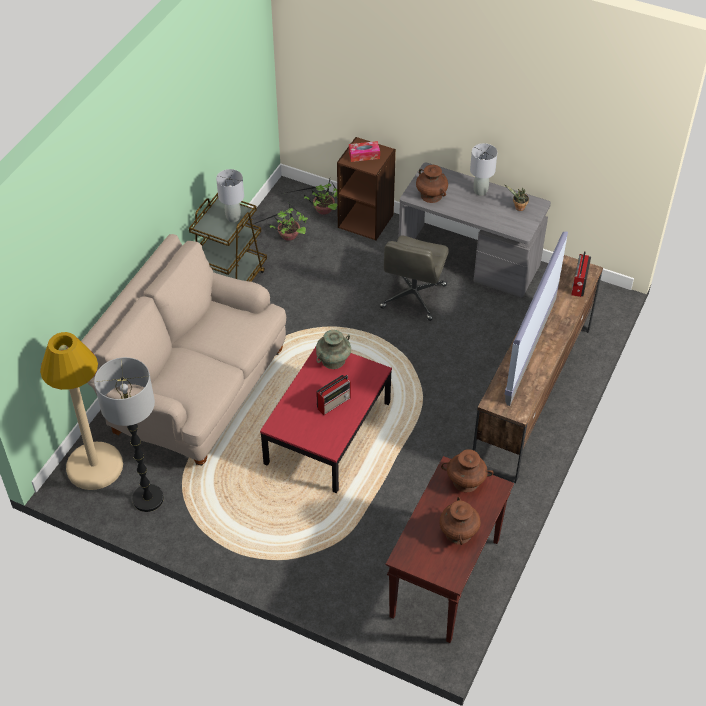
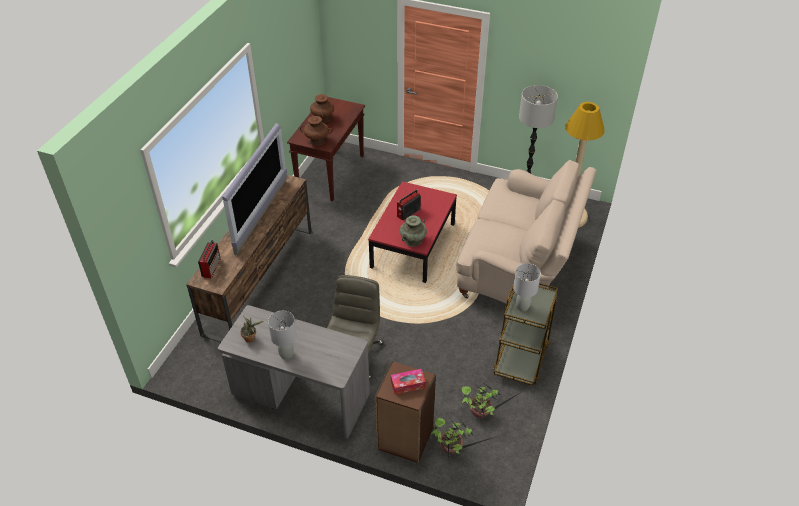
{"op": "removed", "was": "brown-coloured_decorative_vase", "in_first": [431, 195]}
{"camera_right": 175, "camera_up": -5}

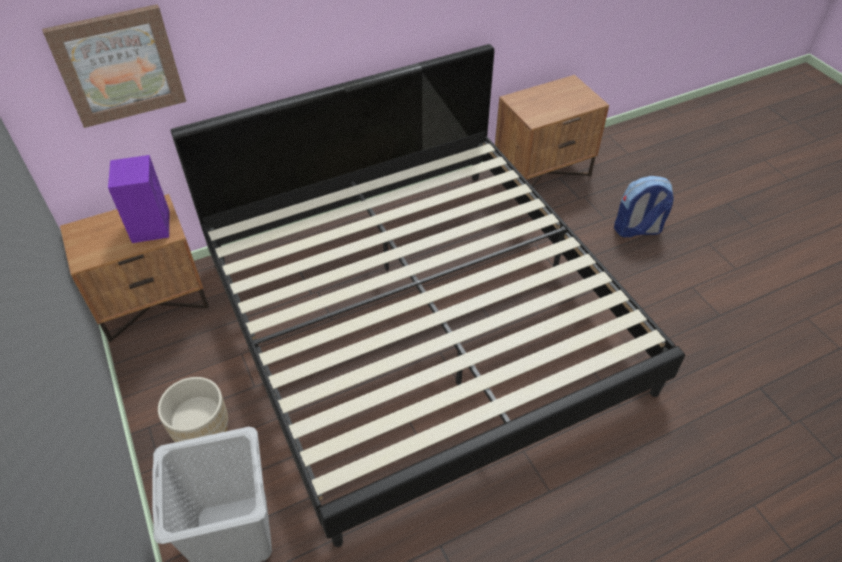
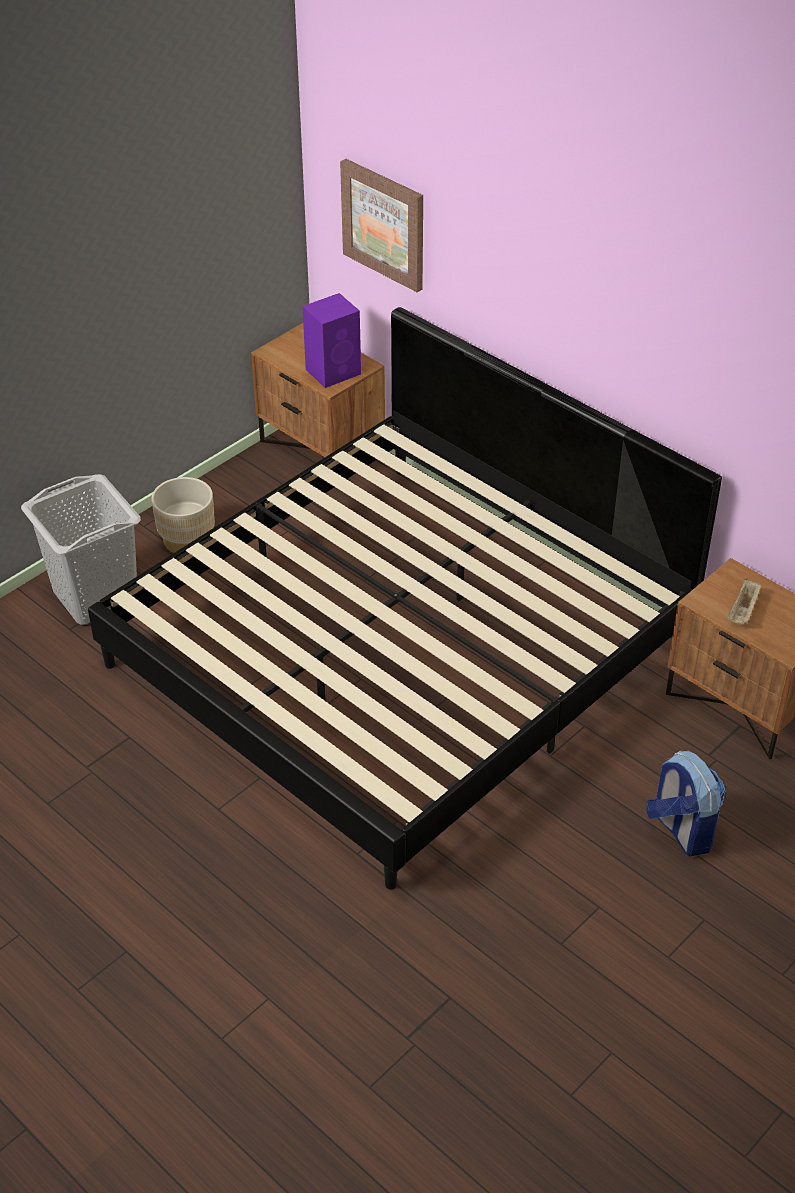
{"op": "added", "now": "sand-coloured_serving_tray", "in_second": [743, 611]}
{"camera_right": 70, "camera_up": -5}

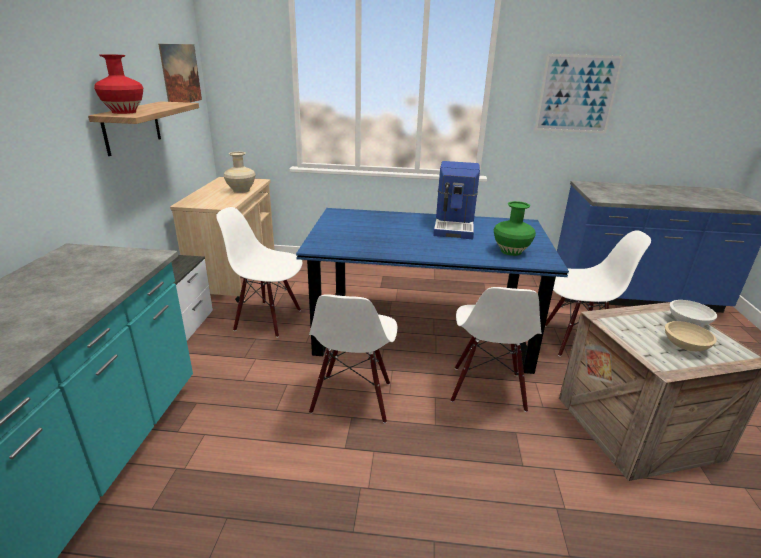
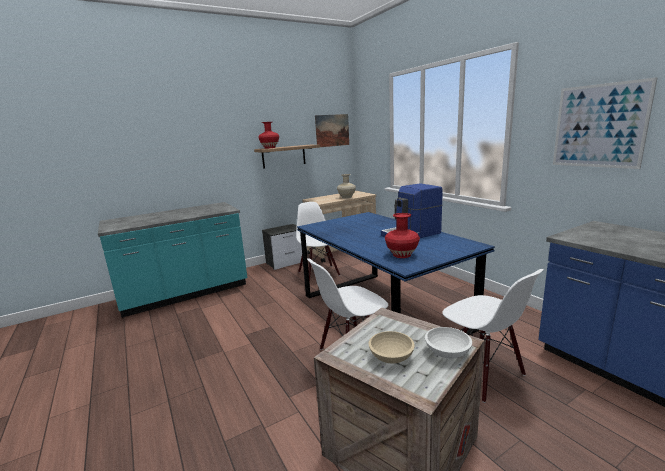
{"op": "removed", "was": "white_upright_chair", "in_first": [352, 398]}
{"op": "recoloured", "was": "green-coloured_decorative_vase", "now": "red_decorative_vase", "in_first": [510, 251], "in_second": [401, 255]}
{"camera_right": 55, "camera_up": -10}

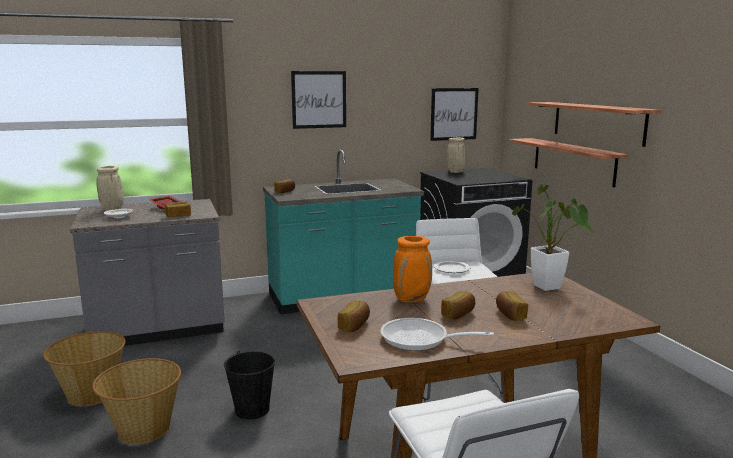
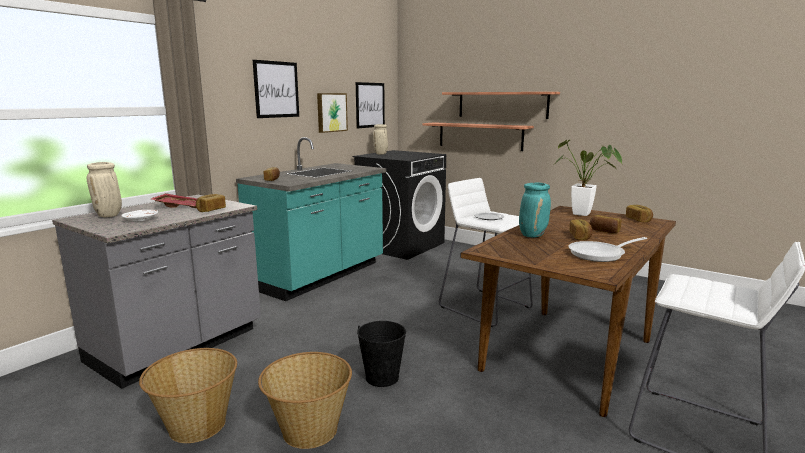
{"op": "added", "now": "wall_picture", "in_second": [331, 112]}
{"op": "moved", "was": "bread", "in_first": [355, 325], "in_second": [639, 220]}
{"op": "recoloured", "was": "orange-coloured_decorative_vase", "now": "blue-green_decorative_vase", "in_first": [412, 299], "in_second": [532, 235]}
{"camera_right": -35, "camera_up": 0}

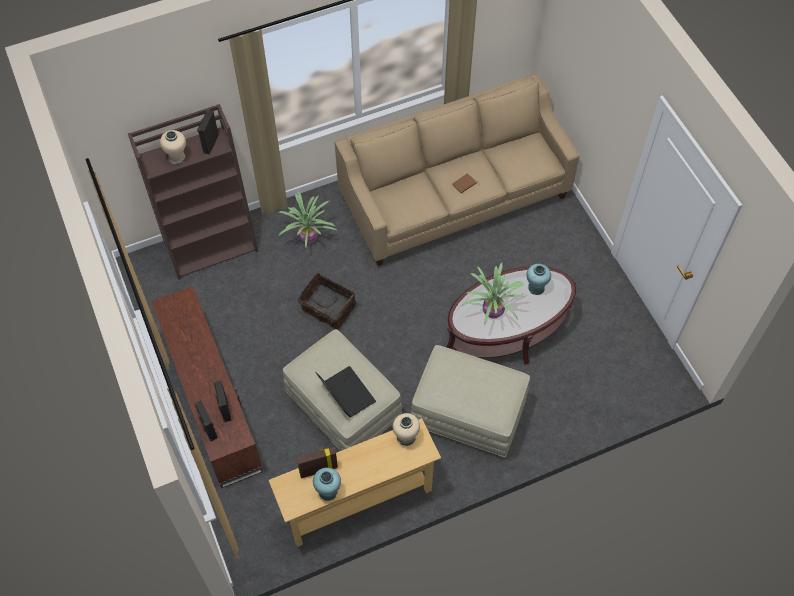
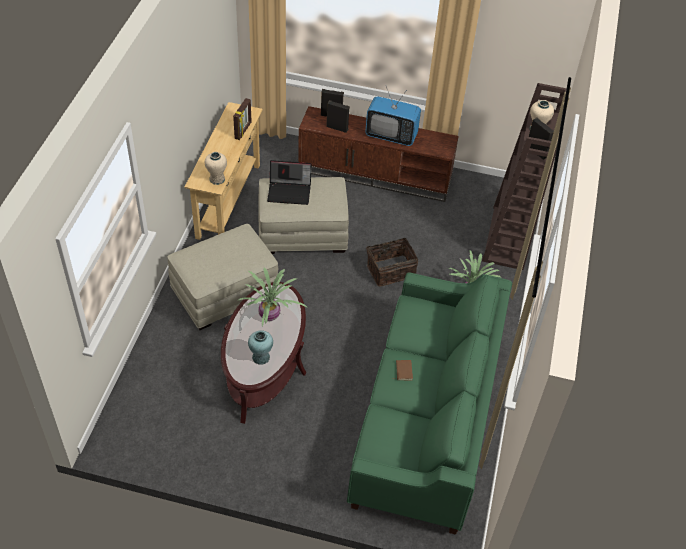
{"op": "removed", "was": "blue-green_decorative_vase", "in_first": [328, 491]}
{"op": "added", "now": "television", "in_second": [391, 135]}
{"op": "recoloured", "was": "sand-coloured_settee", "now": "green-coloured_settee", "in_first": [455, 197], "in_second": [426, 420]}
{"camera_right": 125, "camera_up": -10}

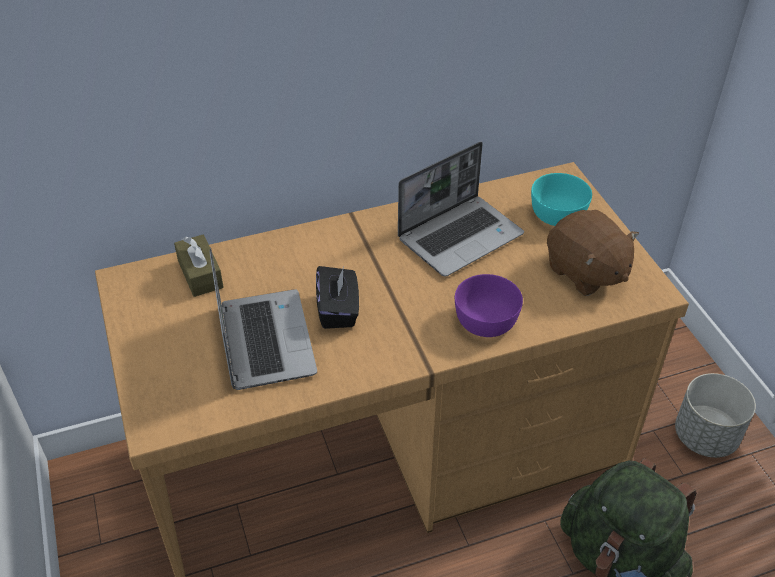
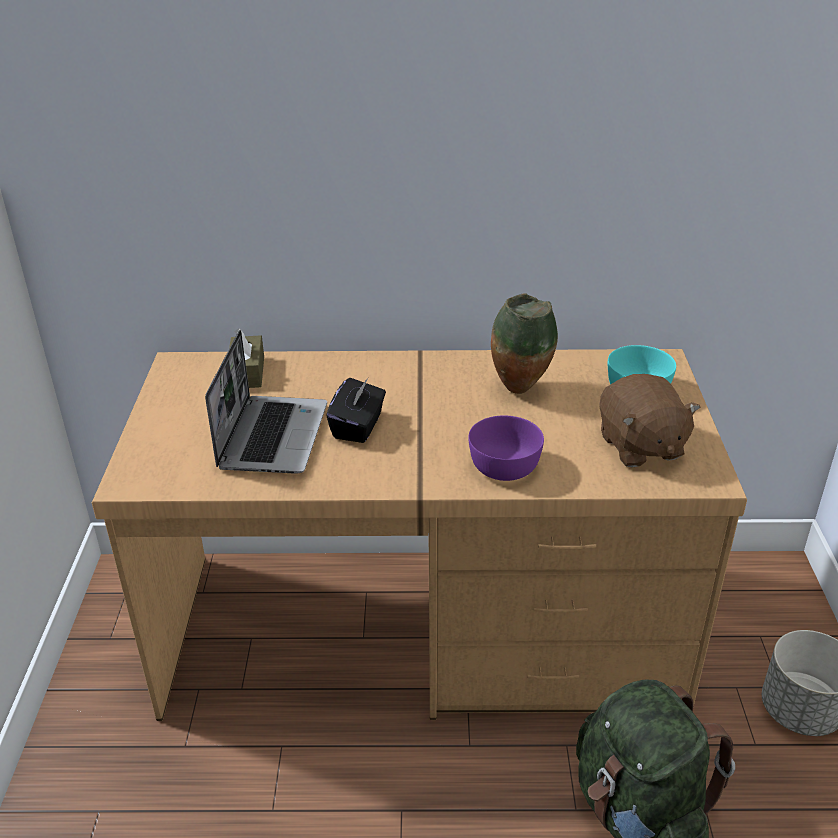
{"op": "replaced", "was": "laptop", "now": "decorative_vase", "in_first": [460, 236], "in_second": [520, 389]}
{"camera_right": 20, "camera_up": -10}

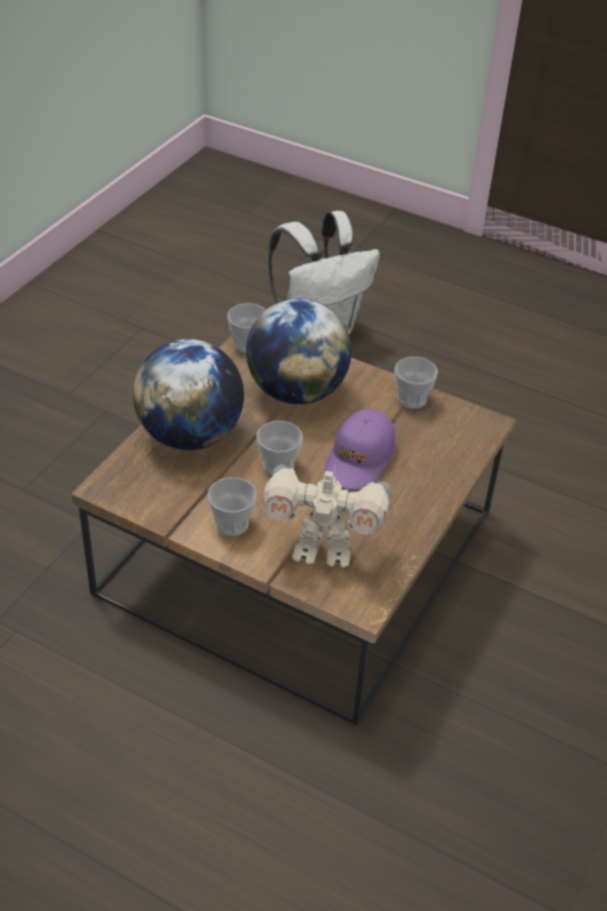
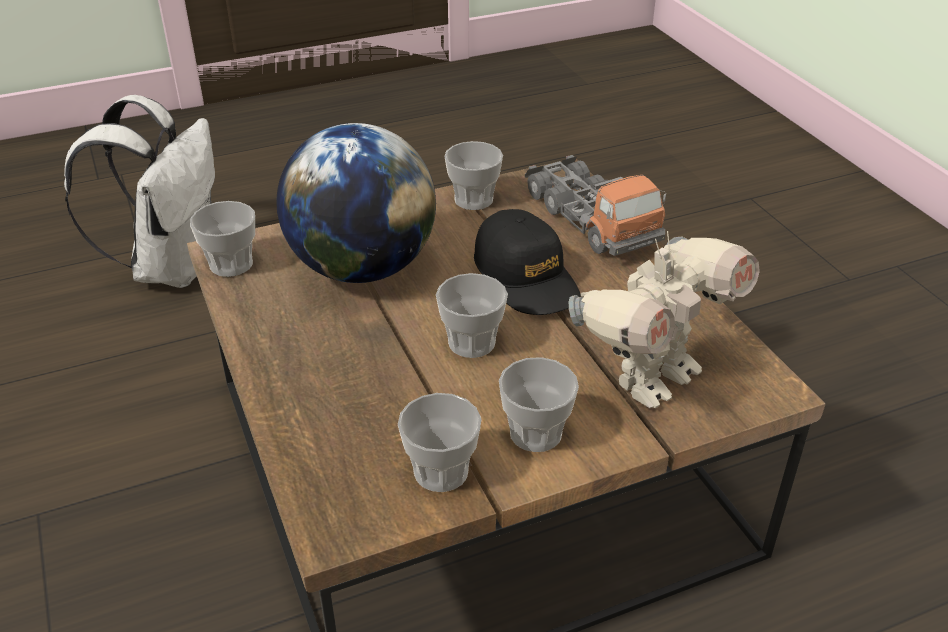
{"op": "removed", "was": "world_globe", "in_first": [190, 435]}
{"op": "added", "now": "drinking_cup", "in_second": [441, 471]}
{"op": "added", "now": "toy_truck", "in_second": [590, 219]}
{"op": "recoloured", "was": "purple-coloured_peaked_cap", "now": "black_peaked_cap", "in_first": [359, 458], "in_second": [526, 277]}
{"camera_right": -50, "camera_up": -5}

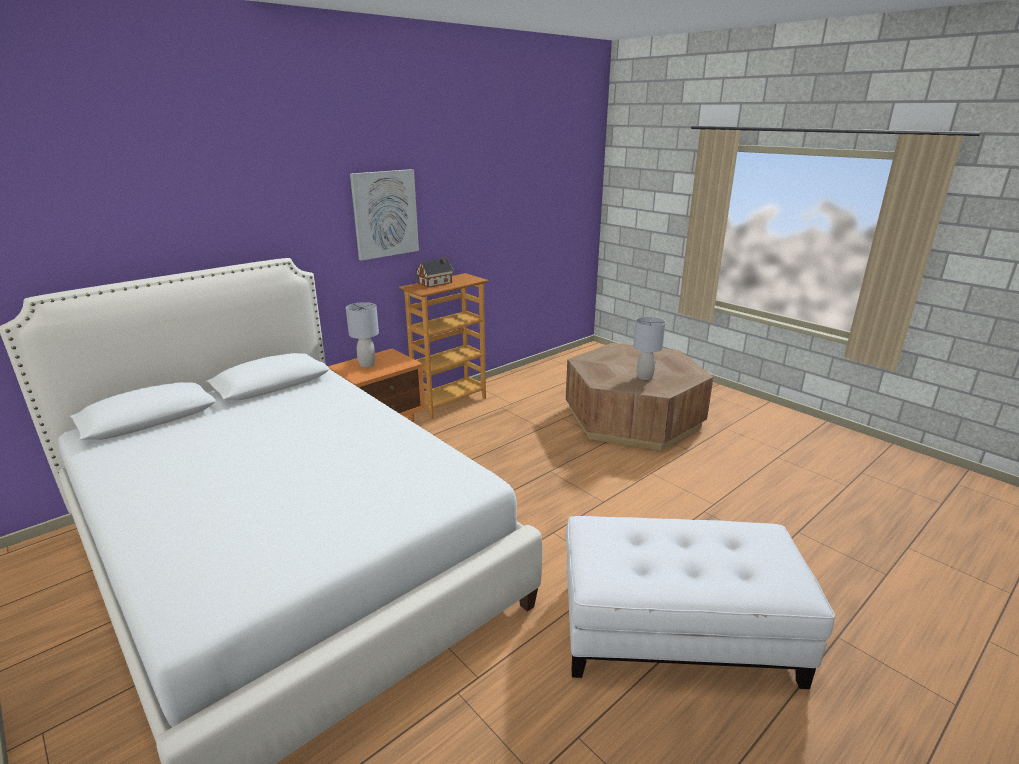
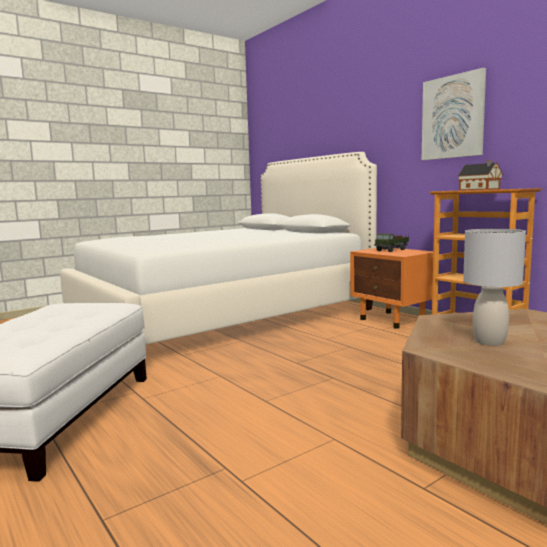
{"op": "replaced", "was": "gray_lamp_for_a_table", "now": "toy_truck", "in_first": [367, 364], "in_second": [392, 250]}
{"camera_right": 95, "camera_up": -15}

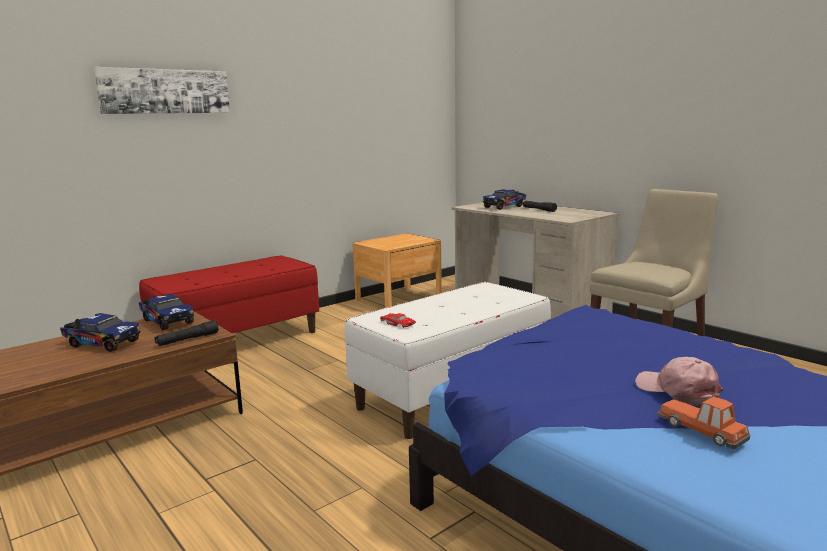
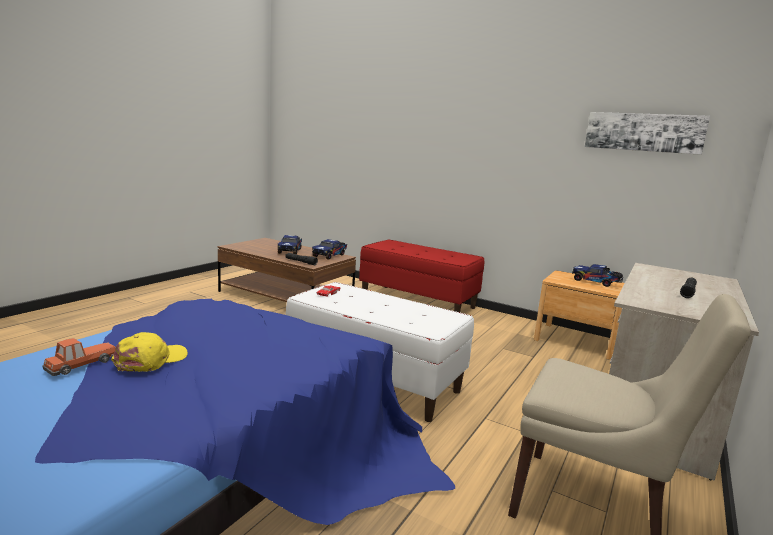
{"op": "moved", "was": "wall_picture", "in_first": [165, 91], "in_second": [643, 132]}
{"op": "moved", "was": "toy_truck", "in_first": [505, 207], "in_second": [596, 282]}
{"op": "recoloured", "was": "pink_peaked_cap", "now": "yellow-coloured_peaked_cap", "in_first": [677, 390], "in_second": [151, 360]}
{"camera_right": 70, "camera_up": 0}

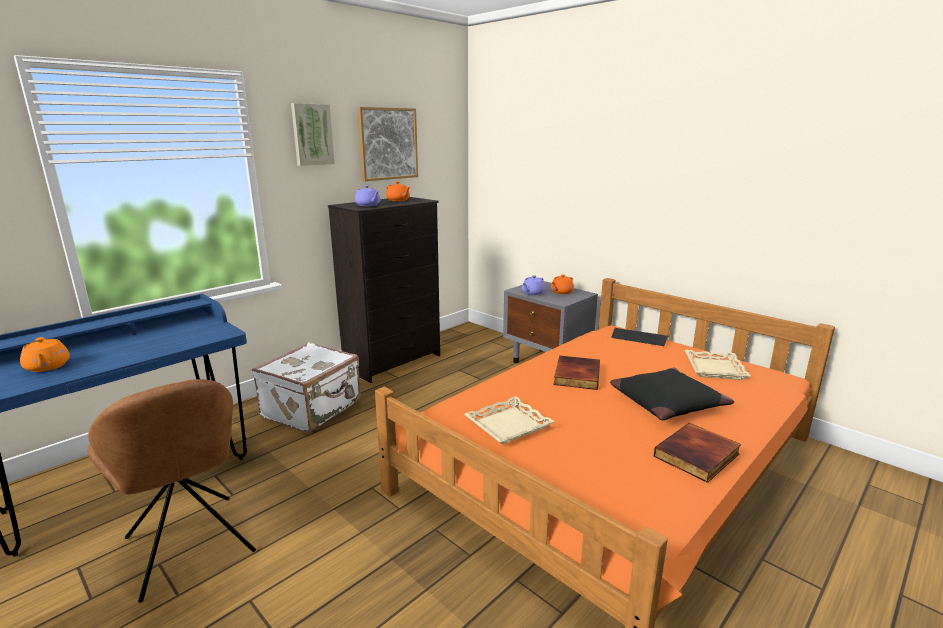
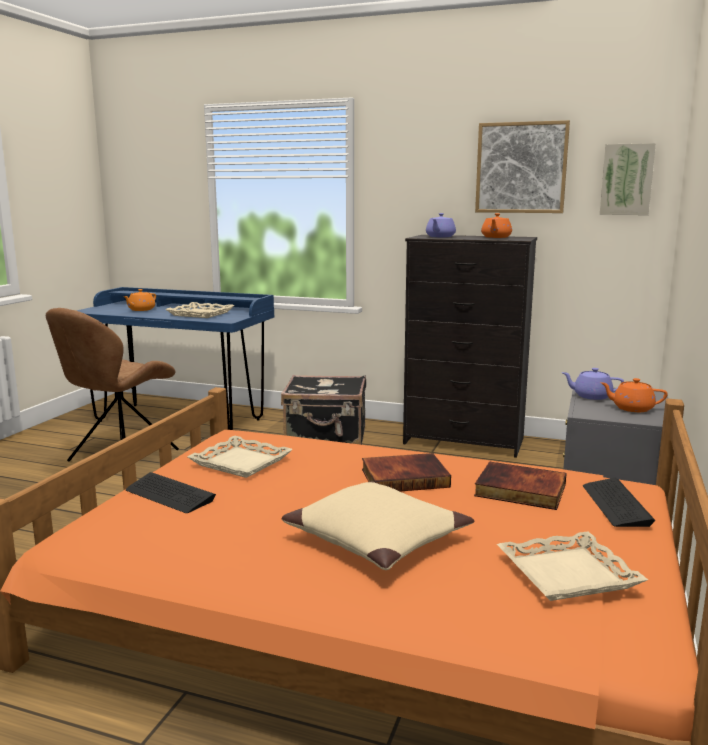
{"op": "added", "now": "computer_keyboard", "in_second": [169, 495]}
{"op": "added", "now": "sand-coloured_serving_tray", "in_second": [200, 314]}
{"op": "moved", "was": "wall_picture", "in_first": [312, 134], "in_second": [626, 179]}
{"op": "moved", "was": "bound_book", "in_first": [698, 456], "in_second": [519, 491]}
{"op": "recoloured", "was": "white_suitcase", "now": "black_suitcase", "in_first": [313, 409], "in_second": [326, 437]}
{"op": "recoloured", "was": "black_cushion", "now": "sand-coloured_cushion", "in_first": [666, 403], "in_second": [378, 539]}
{"camera_right": 65, "camera_up": -5}

